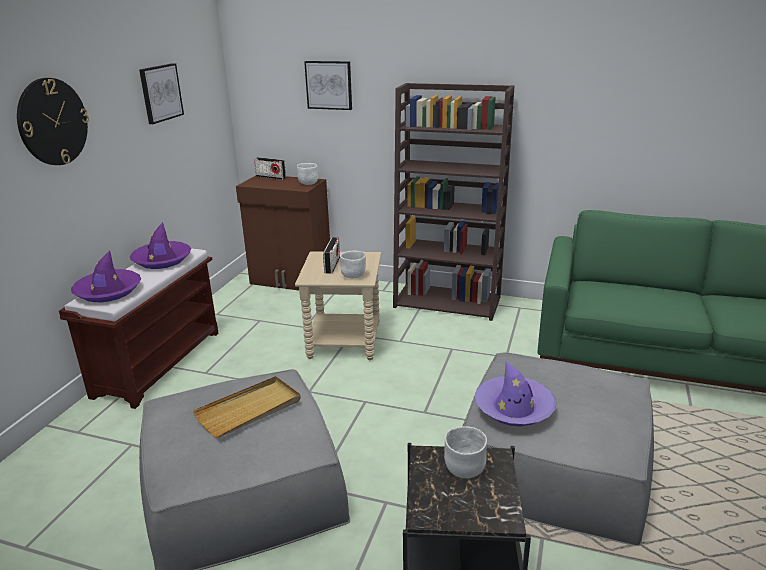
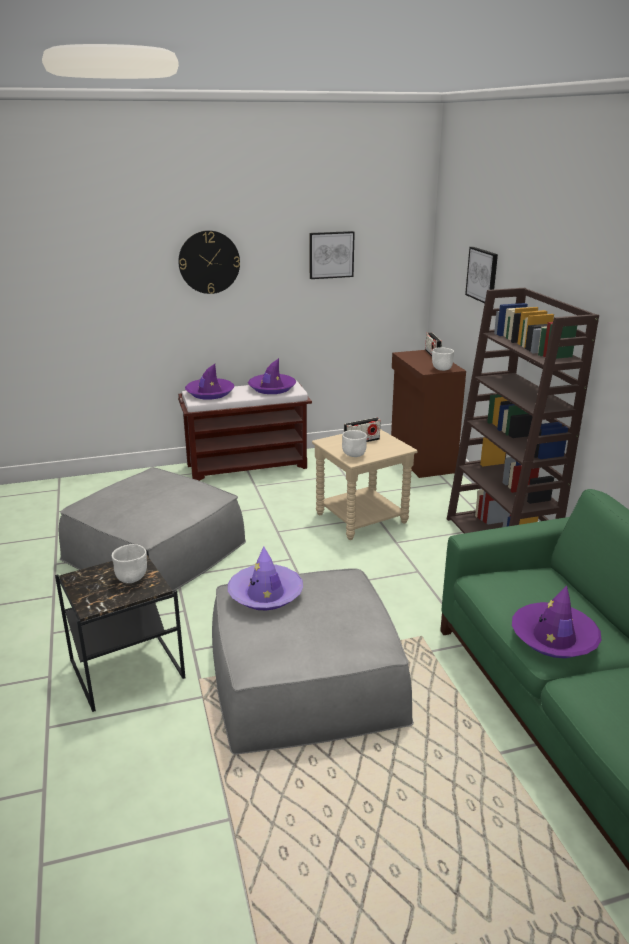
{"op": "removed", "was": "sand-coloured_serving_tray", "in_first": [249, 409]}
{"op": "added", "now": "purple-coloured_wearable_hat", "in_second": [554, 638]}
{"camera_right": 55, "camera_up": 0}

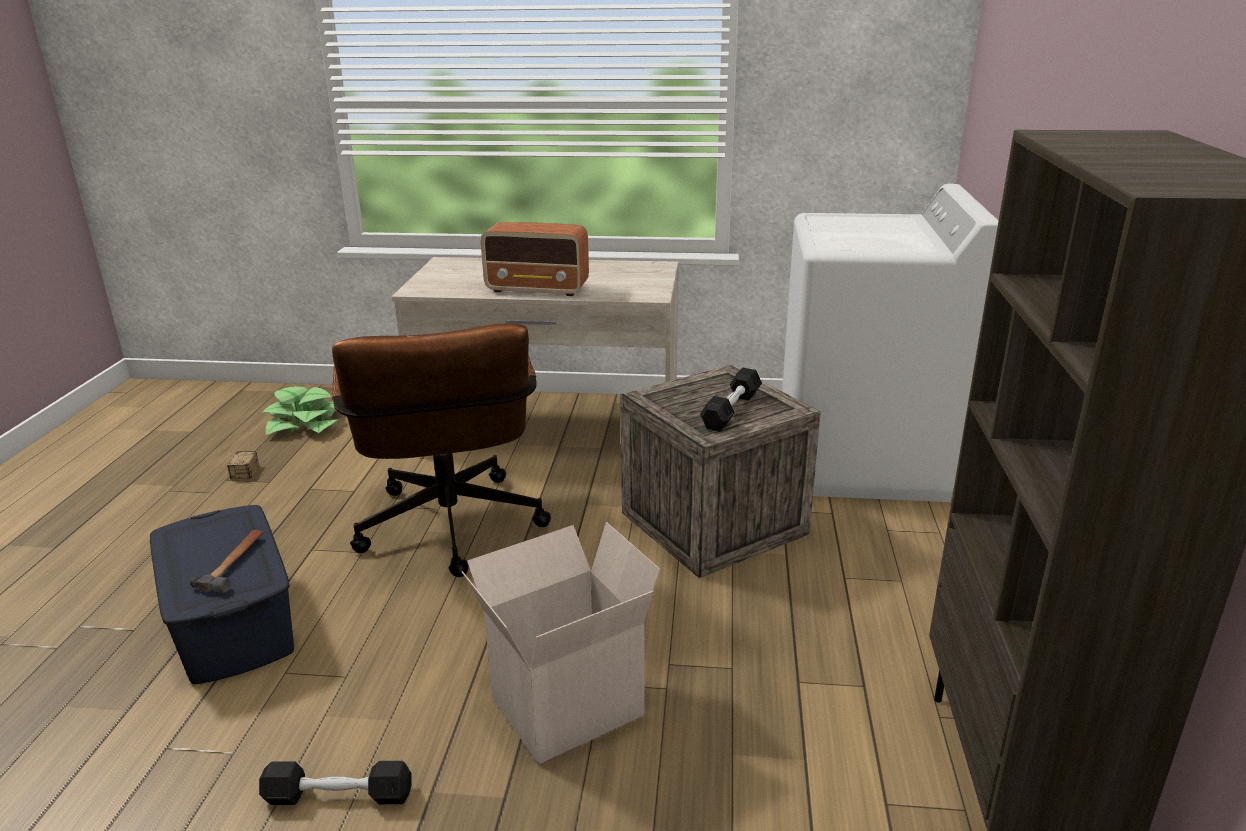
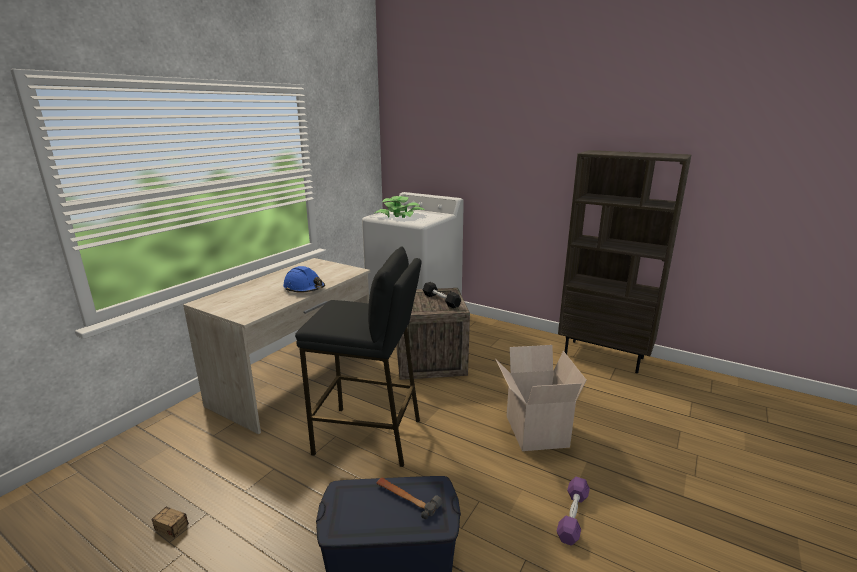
{"op": "moved", "was": "houseplant", "in_first": [305, 424], "in_second": [399, 215]}
{"op": "replaced", "was": "brown-coloured_desk_chair", "now": "black_sitting_stool", "in_first": [451, 534], "in_second": [368, 436]}
{"op": "replaced", "was": "radio", "now": "blue_safety_helmet", "in_first": [538, 289], "in_second": [304, 288]}
{"op": "recoloured", "was": "black_hand_weight", "now": "purple-coloured_hand_weight", "in_first": [339, 796], "in_second": [572, 516]}
{"camera_right": -65, "camera_up": -5}

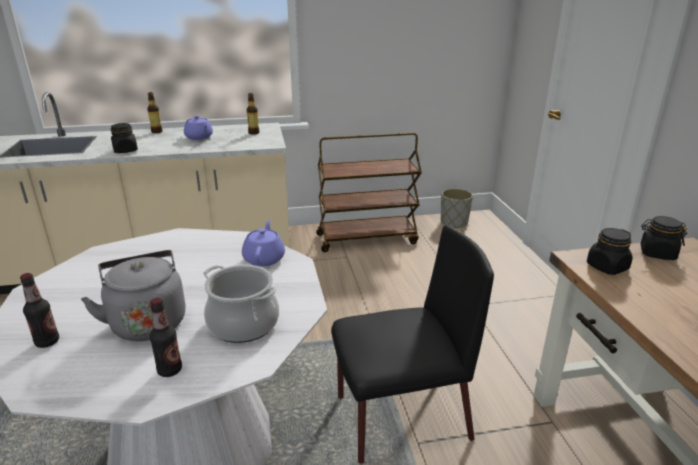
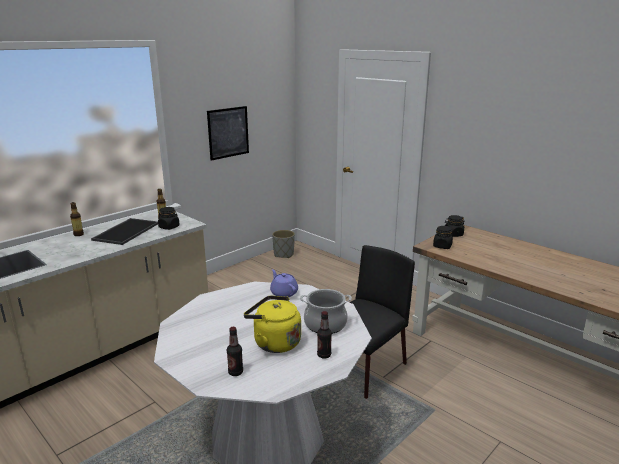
{"op": "removed", "was": "brown-coloured_cart", "in_first": [367, 238]}
{"op": "added", "now": "wall_picture", "in_second": [228, 132]}
{"op": "moved", "was": "black_jar", "in_first": [125, 150], "in_second": [169, 227]}
{"op": "replaced", "was": "purple-coloured_tea_pot", "now": "serving_tray", "in_first": [199, 137], "in_second": [126, 231]}
{"op": "recoloured", "was": "gray_tea_kettle", "now": "yellow-coloured_tea_kettle", "in_first": [147, 321], "in_second": [274, 342]}
{"camera_right": -35, "camera_up": -5}

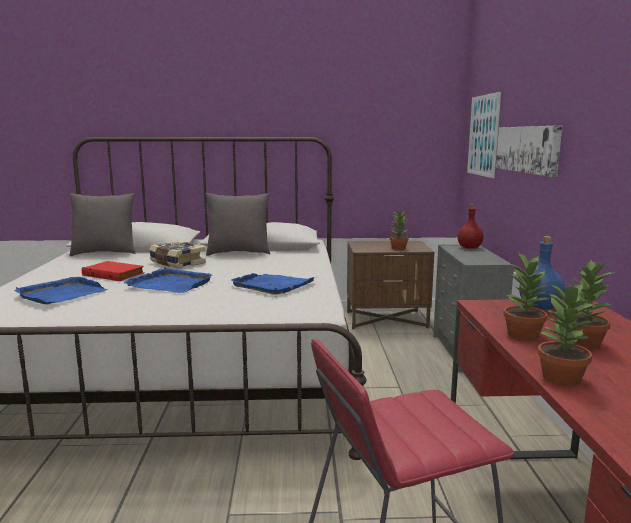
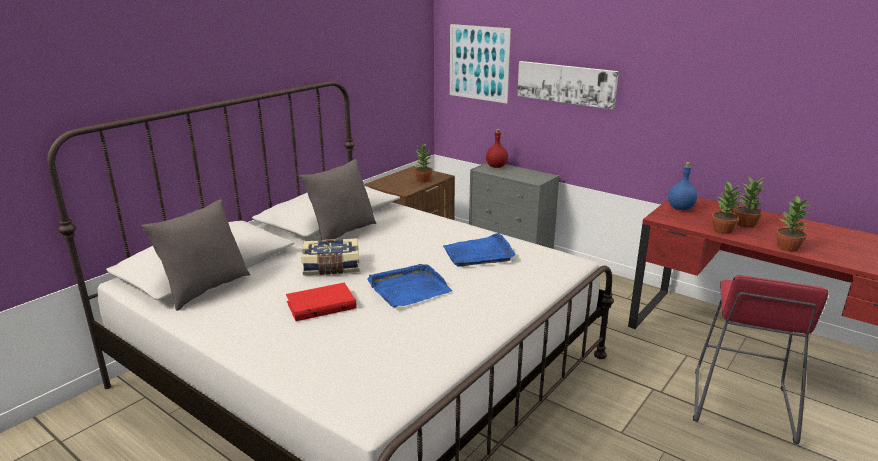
{"op": "removed", "was": "blue_serving_tray", "in_first": [61, 294]}
{"camera_right": -50, "camera_up": 10}

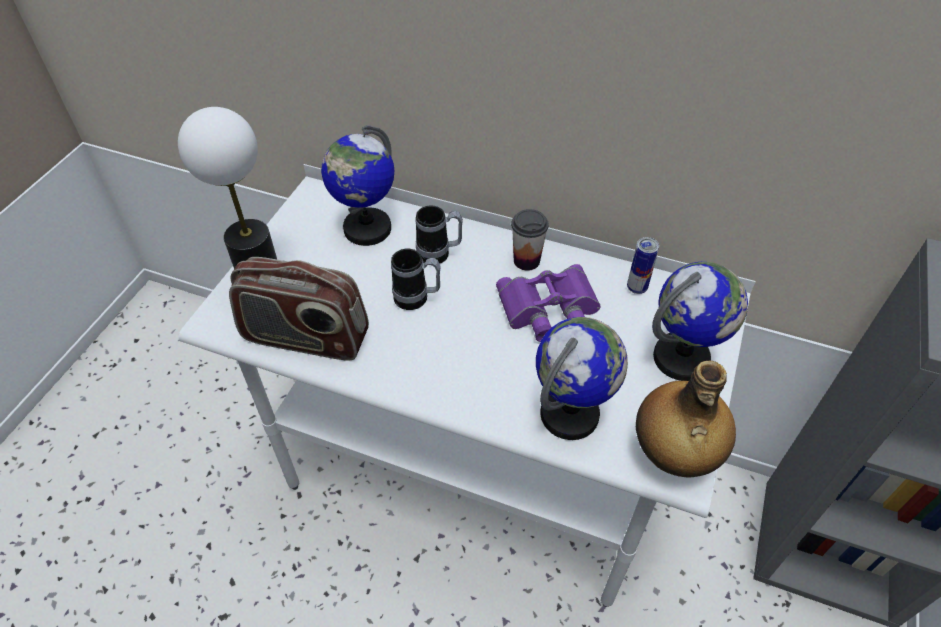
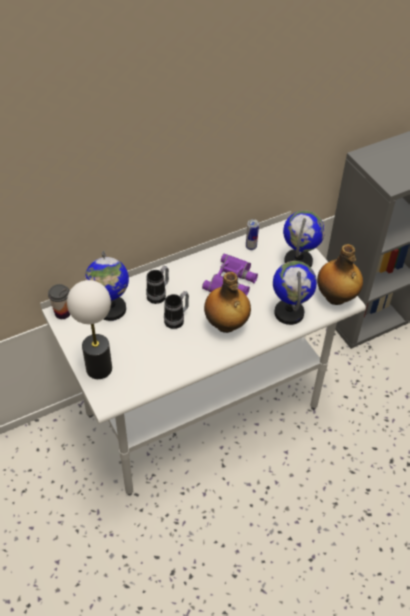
{"op": "removed", "was": "radio", "in_first": [305, 338]}
{"op": "added", "now": "drink_bottle", "in_second": [226, 325]}
{"op": "moved", "was": "drinking_cup", "in_first": [526, 261], "in_second": [62, 313]}
{"camera_right": -50, "camera_up": 0}

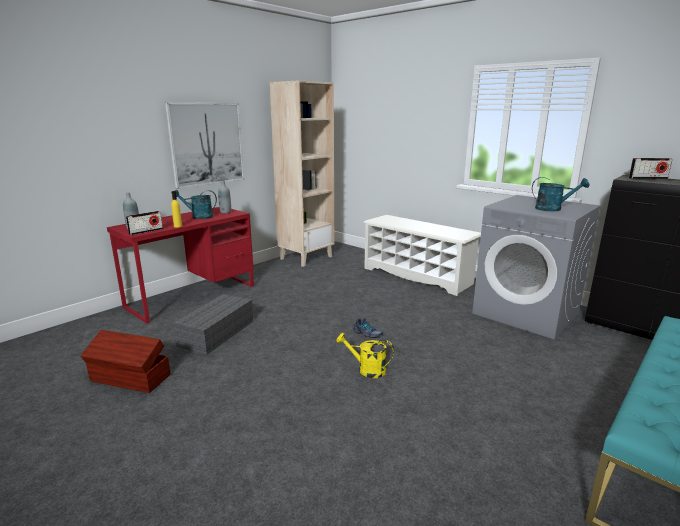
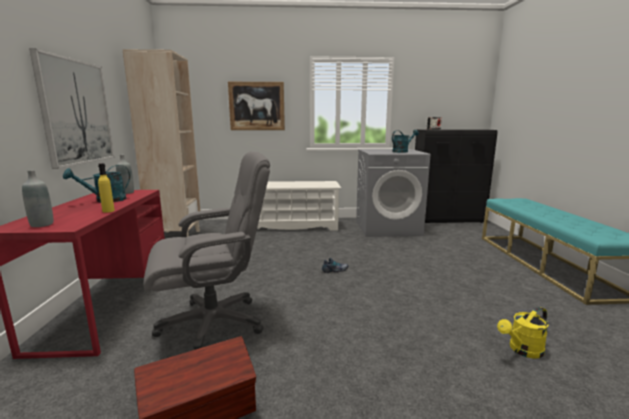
{"op": "removed", "was": "radio", "in_first": [146, 231]}
{"op": "added", "now": "wall_picture", "in_second": [257, 106]}
{"op": "moved", "was": "yellow-coloured_watering_can", "in_first": [367, 370], "in_second": [522, 350]}
{"op": "replaced", "was": "gray_storage_container", "now": "gray_desk_chair", "in_first": [216, 333], "in_second": [213, 324]}
{"camera_right": -45, "camera_up": -5}

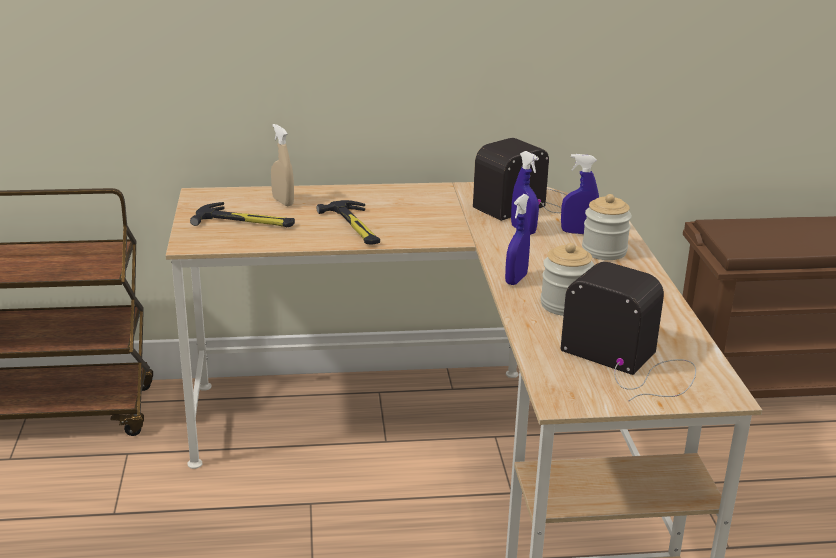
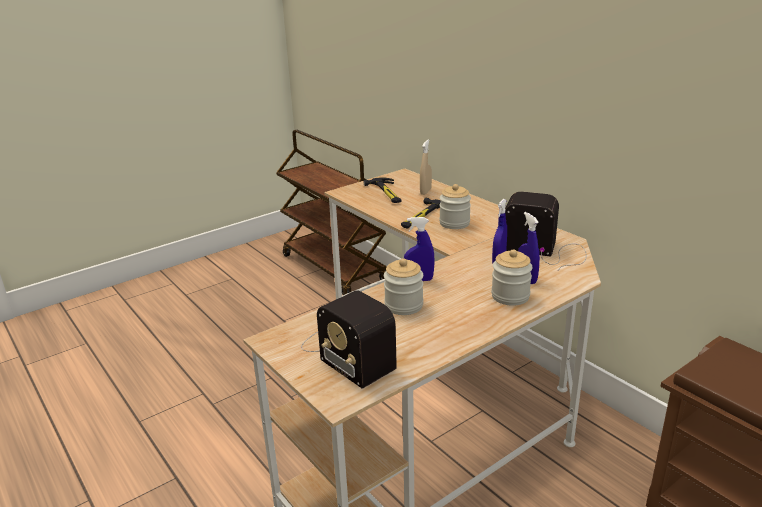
{"op": "added", "now": "jar", "in_second": [454, 223]}
{"op": "turned", "was": "radio", "in_first": [632, 363], "in_second": [346, 352], "clockwise": 135}
{"camera_right": 60, "camera_up": 0}

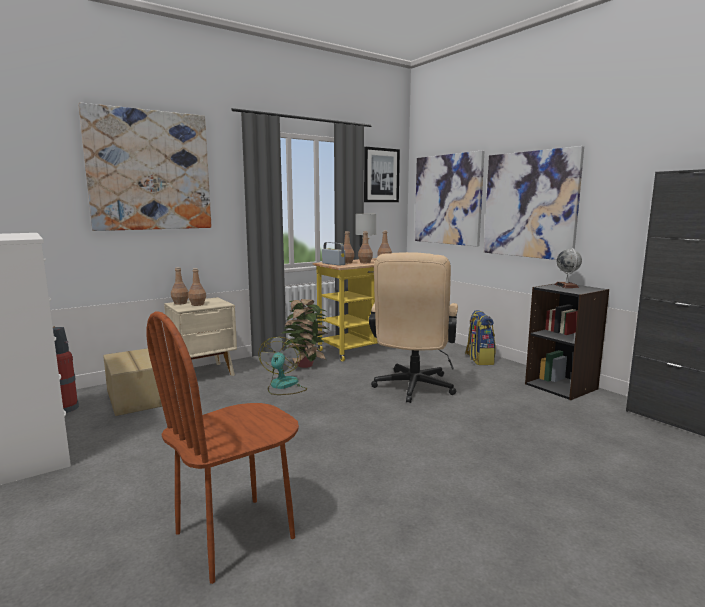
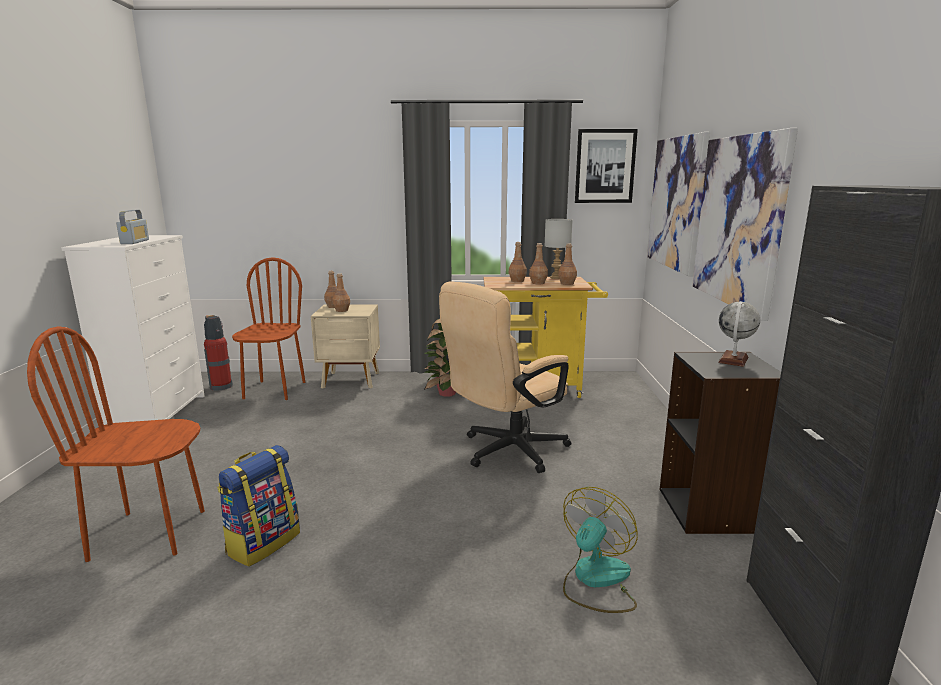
{"op": "removed", "was": "wall_picture", "in_first": [150, 171]}
{"op": "moved", "was": "fan", "in_first": [283, 386], "in_second": [596, 580]}
{"op": "moved", "was": "radio", "in_first": [333, 264], "in_second": [135, 242]}
{"op": "moved", "was": "backpack", "in_first": [479, 360], "in_second": [263, 543]}
{"op": "replaced", "was": "carton", "now": "brown-coloured_upright_chair", "in_first": [137, 397], "in_second": [274, 390]}
{"camera_right": 35, "camera_up": 5}

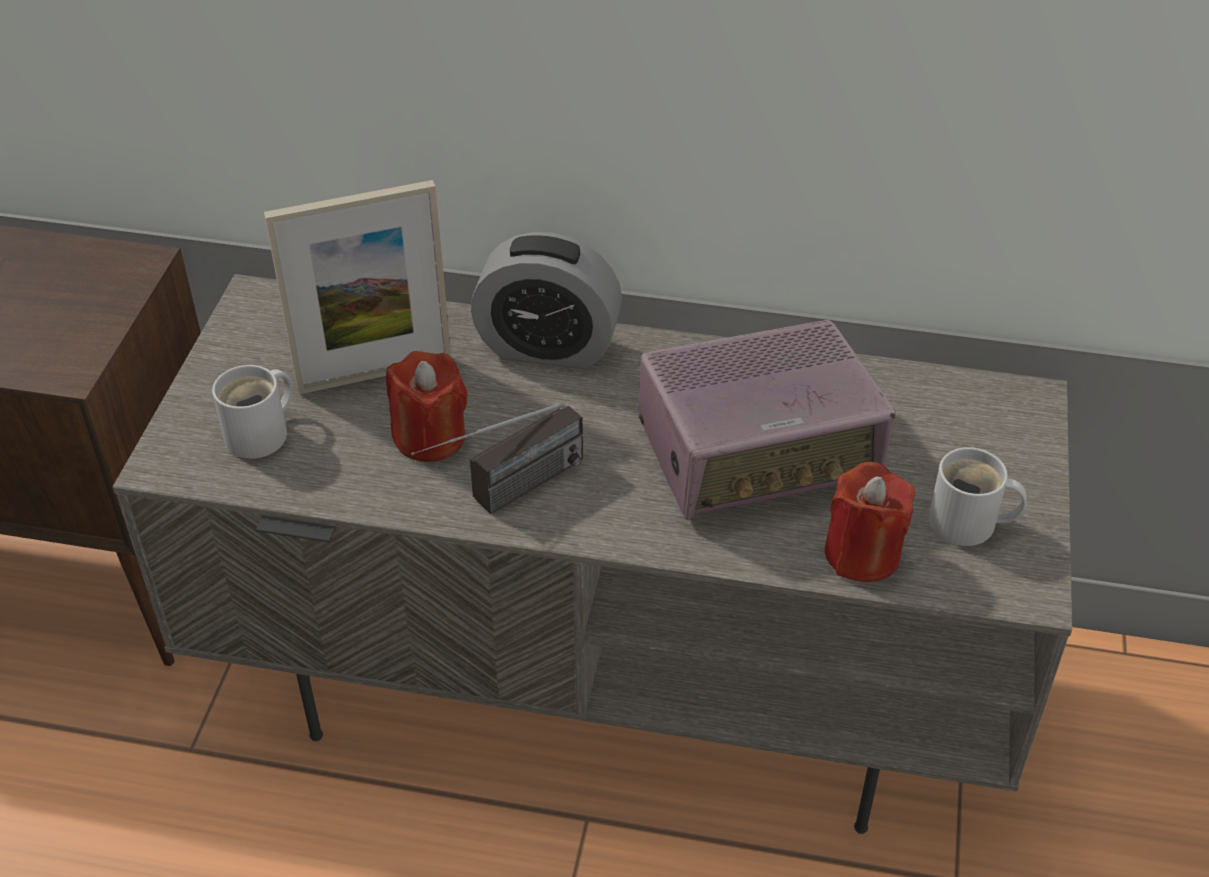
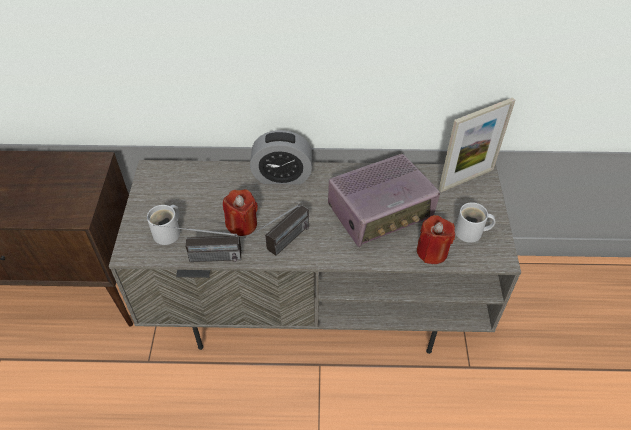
{"op": "added", "now": "radio", "in_second": [201, 258]}
{"op": "moved", "was": "standing_frame", "in_first": [375, 374], "in_second": [466, 179]}
{"camera_right": -10, "camera_up": 5}

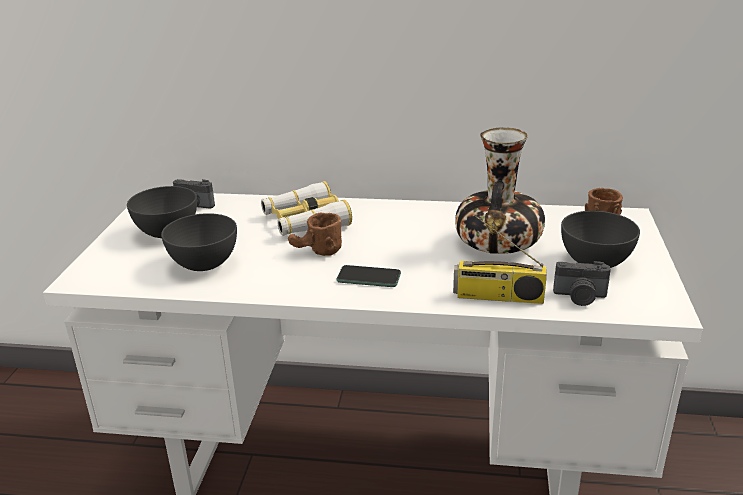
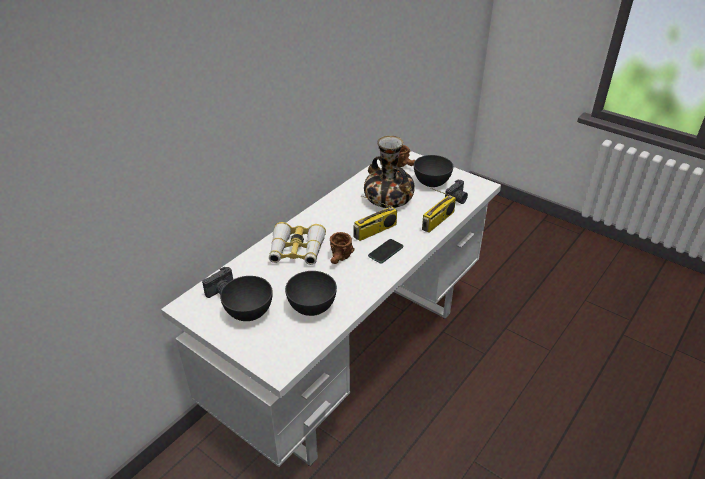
{"op": "added", "now": "radio", "in_second": [375, 231]}
{"camera_right": -60, "camera_up": 10}

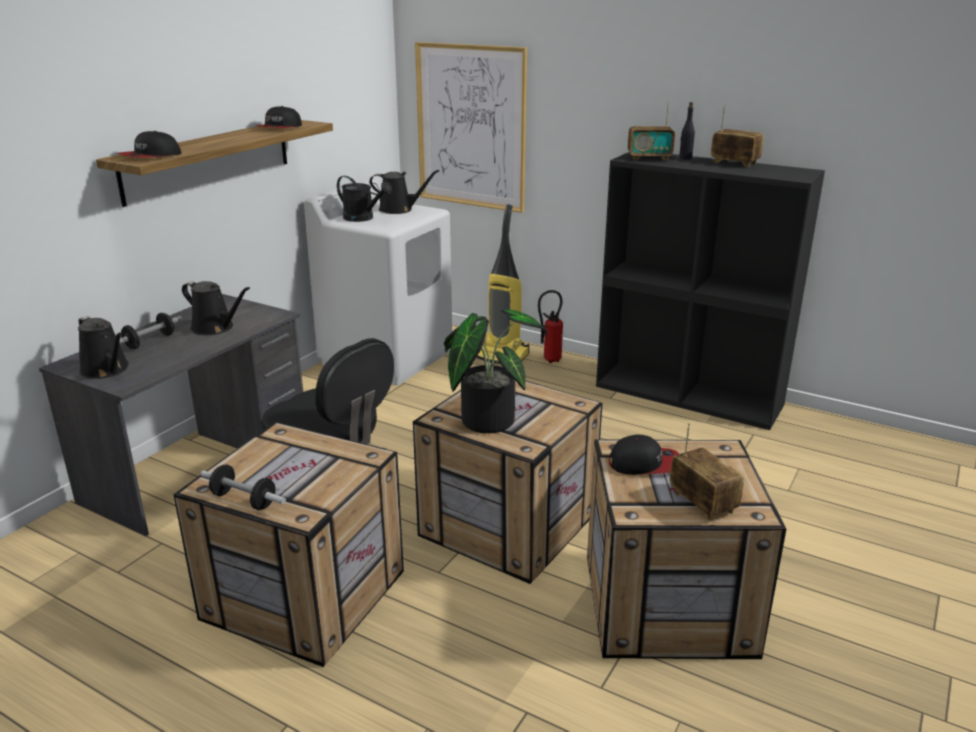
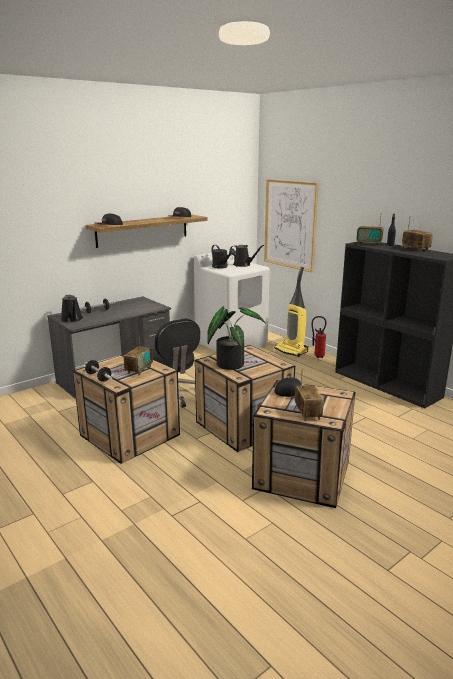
{"op": "removed", "was": "black_watering_can", "in_first": [215, 328]}
{"op": "added", "now": "radio", "in_second": [139, 370]}
{"camera_right": 20, "camera_up": -5}

